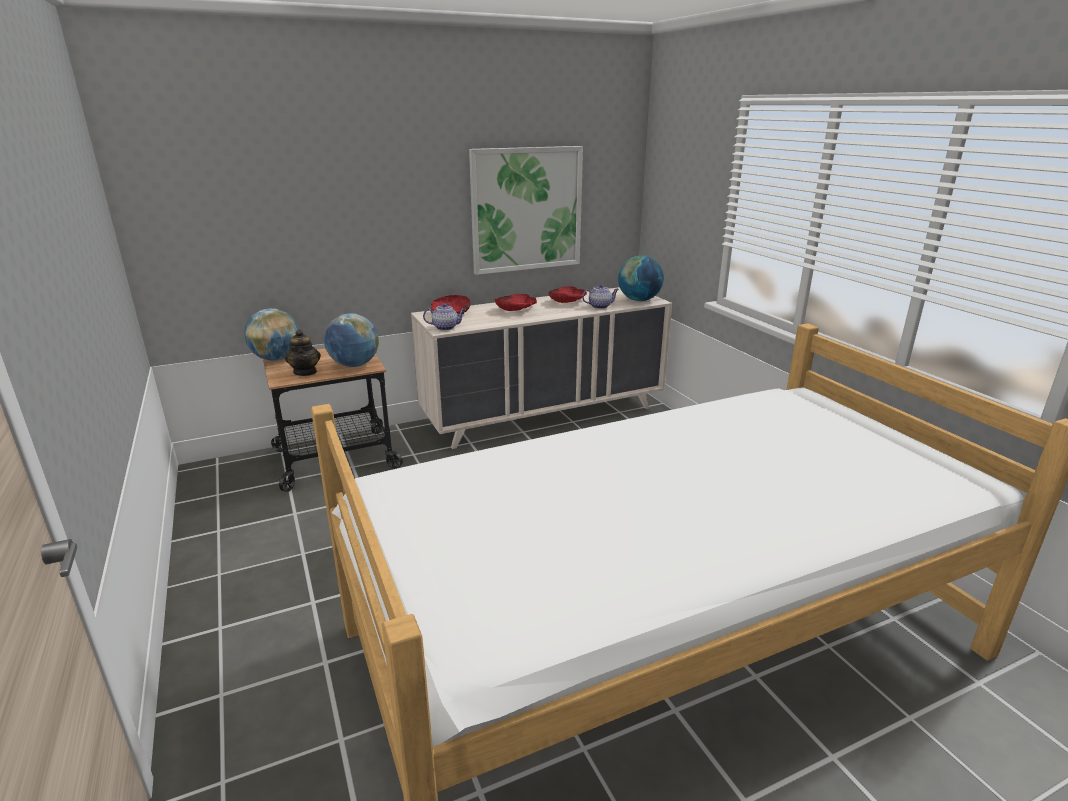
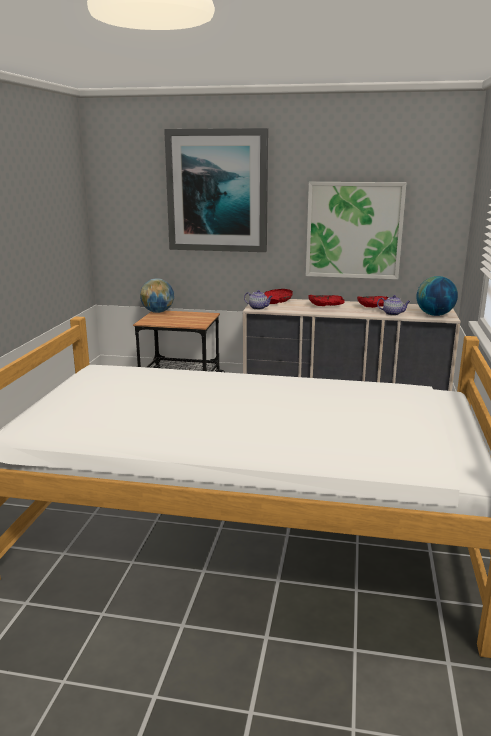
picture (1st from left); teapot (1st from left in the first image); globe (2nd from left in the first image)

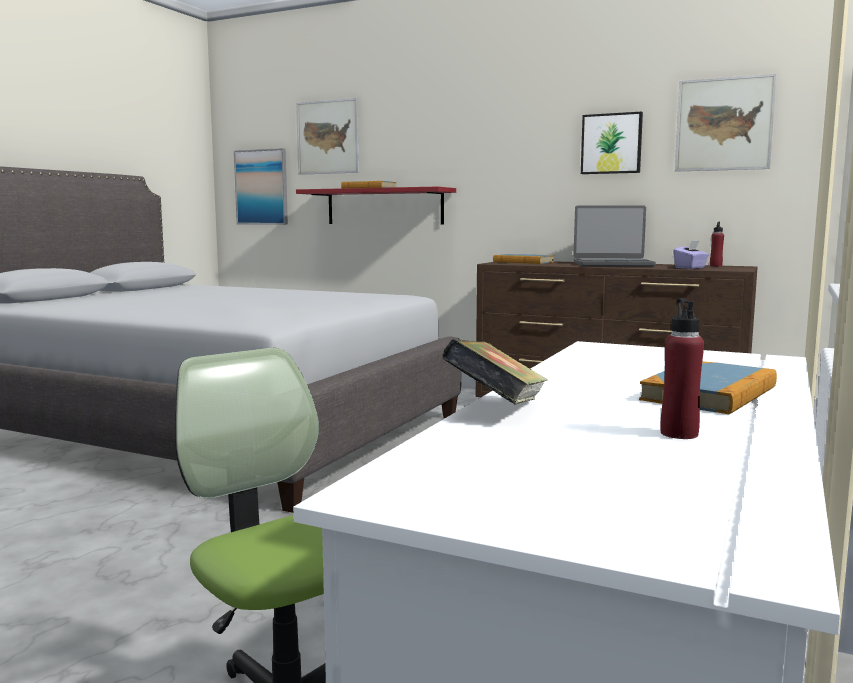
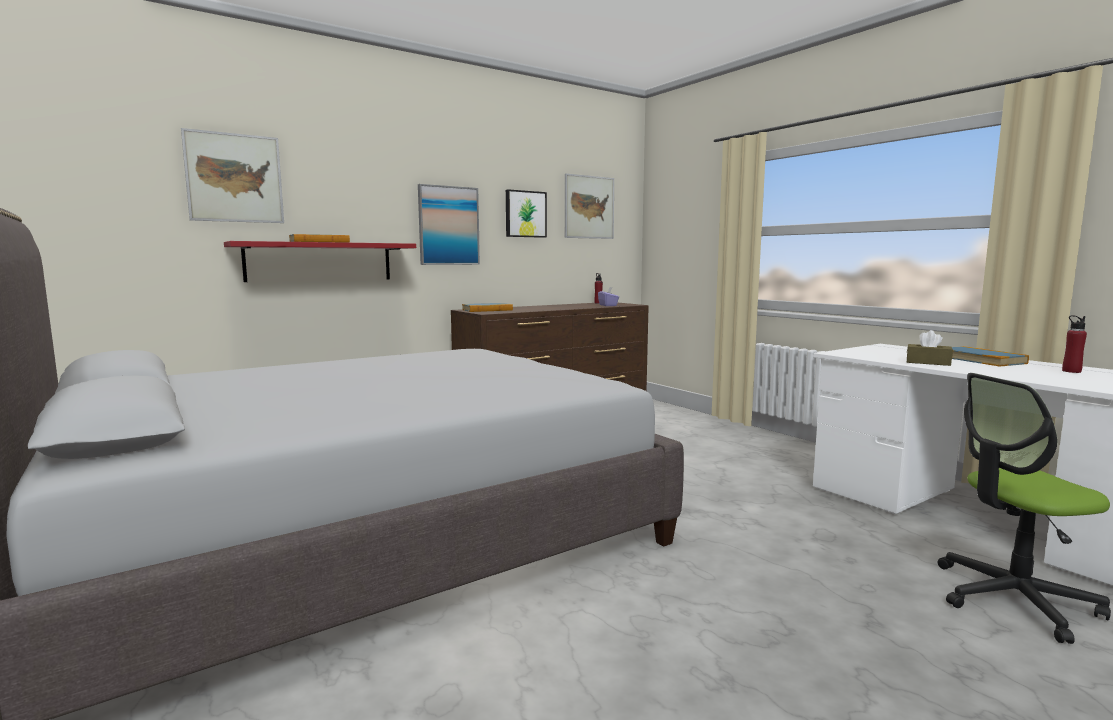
picture (2nd from left); tissue box (brown); book (2nd from left in the first image); laptop

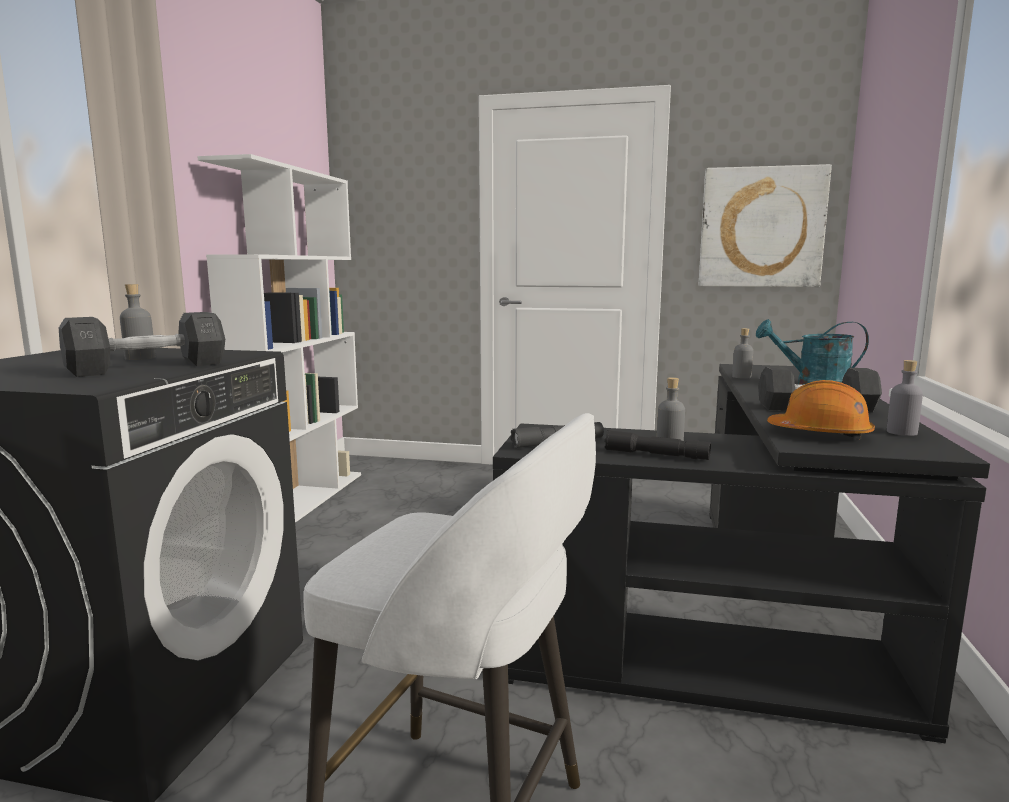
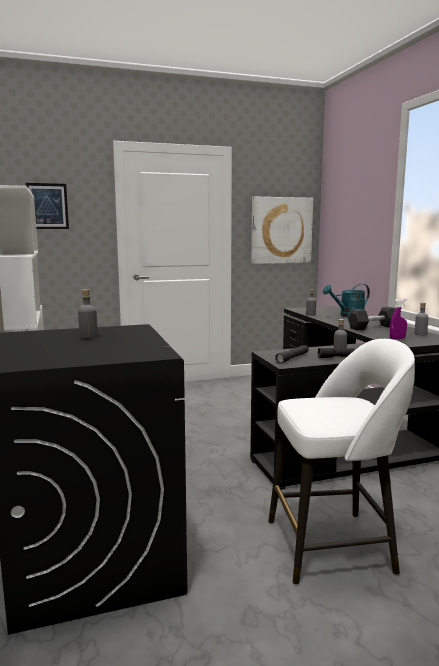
picture (1st from left); spray bottle (purple); dumbbell (grey) (1st from left in the first image)

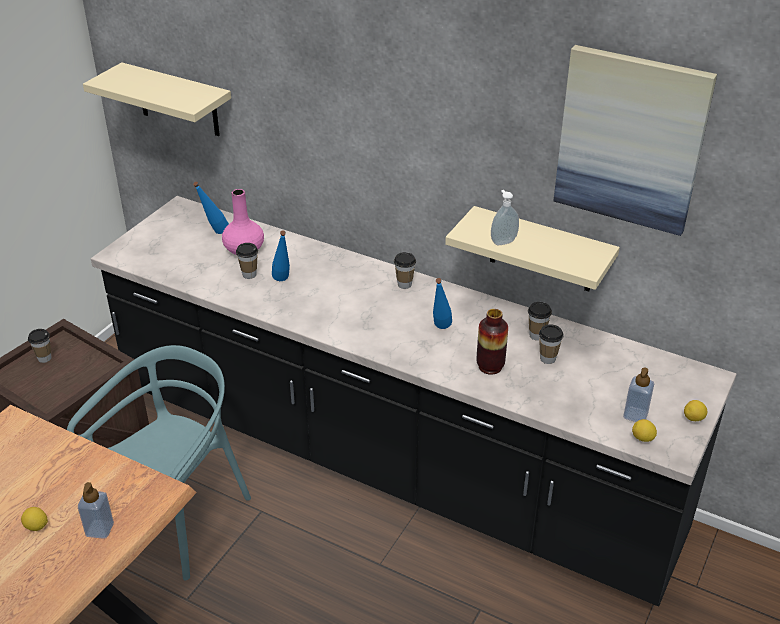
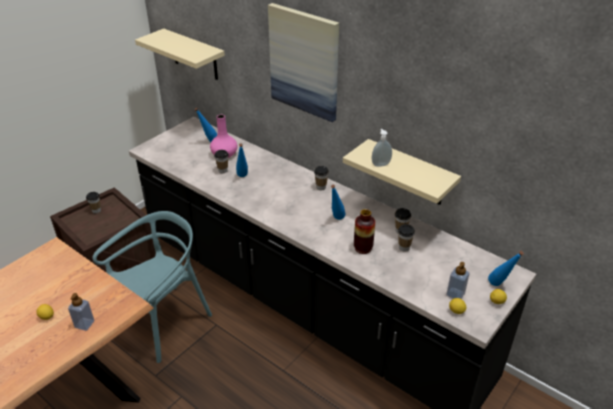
picture; bottle (blue) (4th from left)

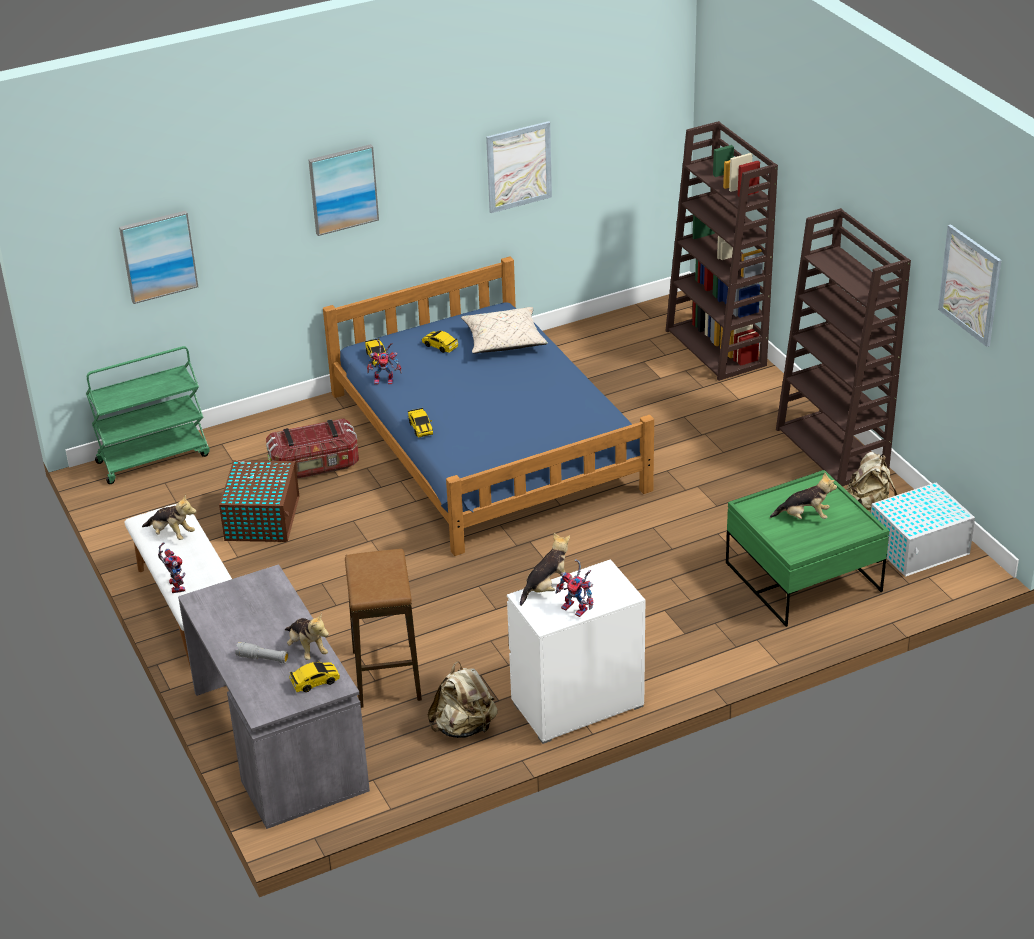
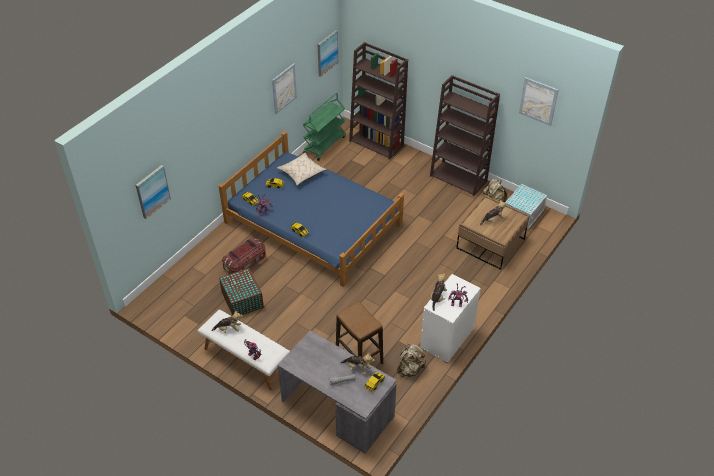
cart (green); picture (3rd from left); coffee table (brown)

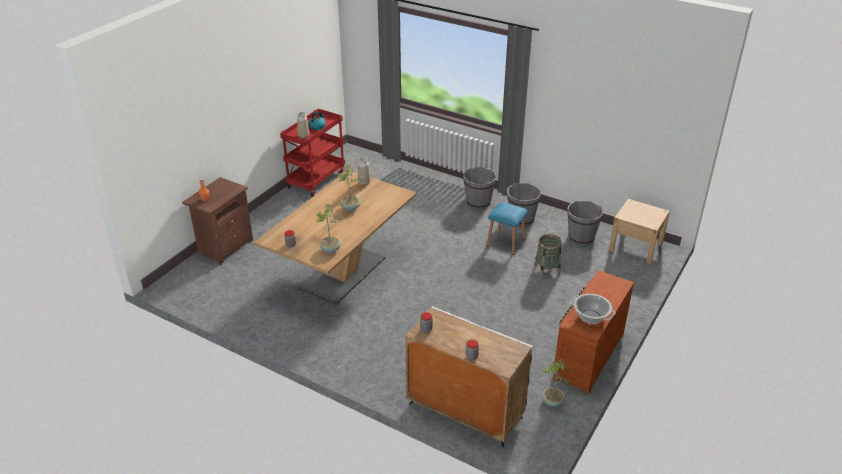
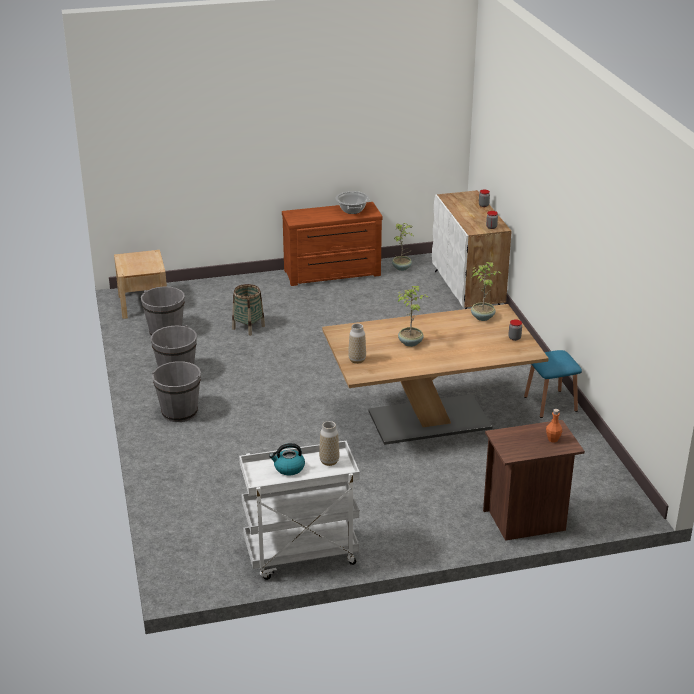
cart (white); stool (blue)

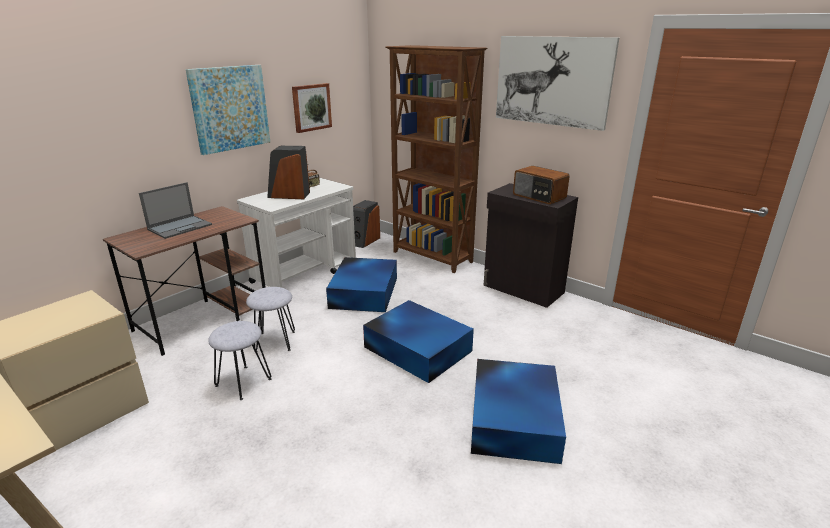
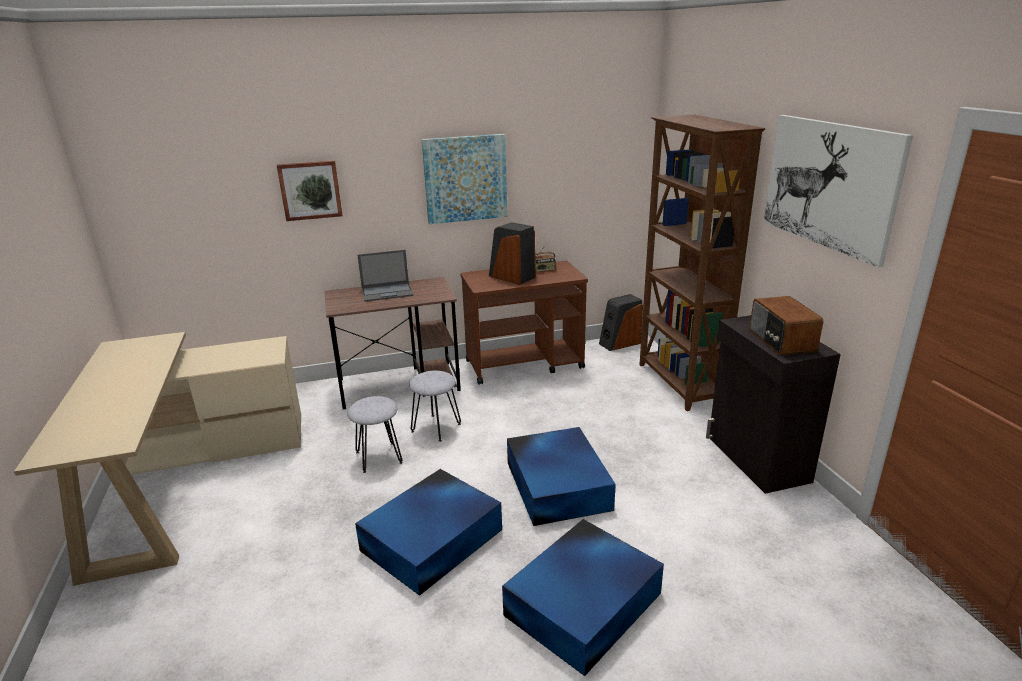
picture (1st from left); storage box (blue) (1st from left); cart (brown)

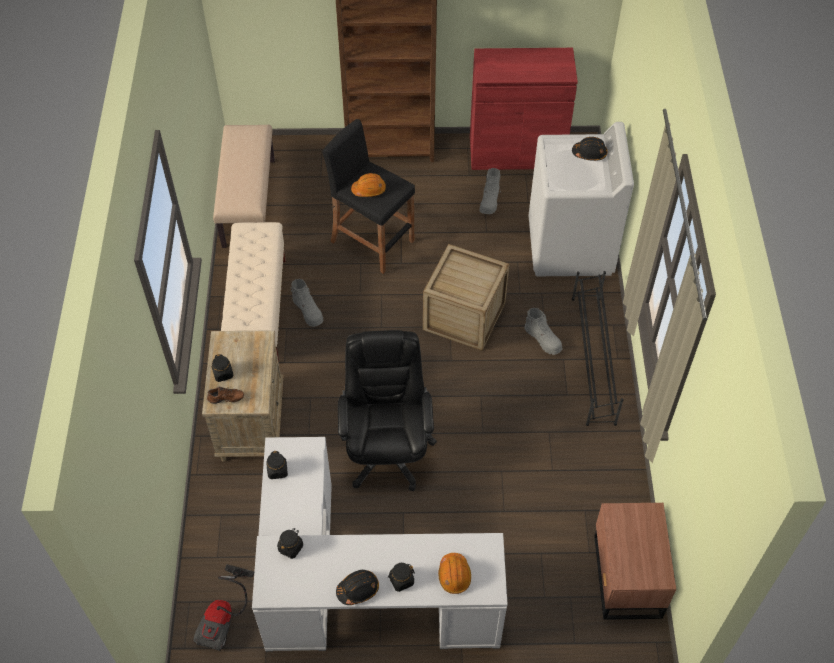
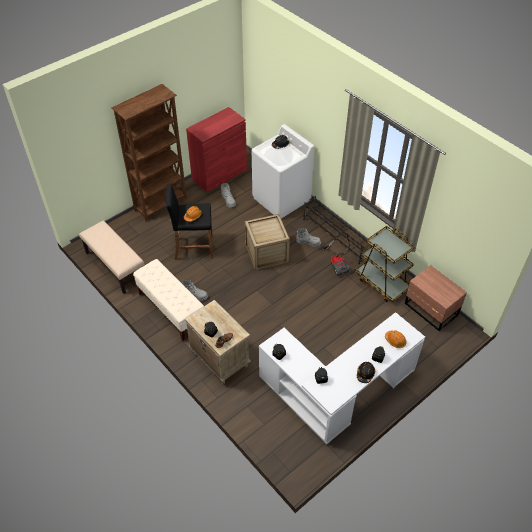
vacuum cleaner; cart (brown); office chair (black)

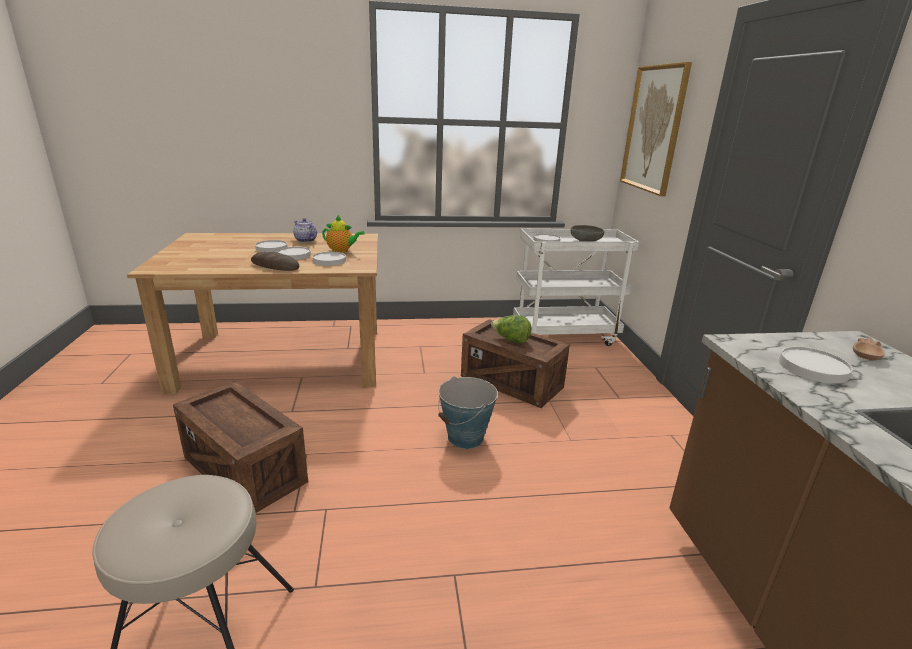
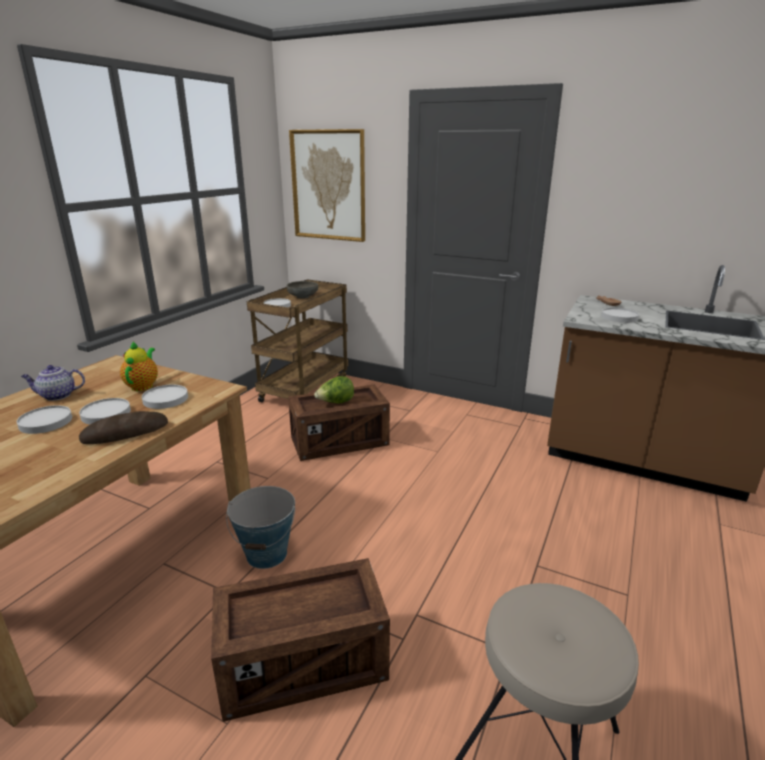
teapot (2nd from left); bucket; cart (brown)

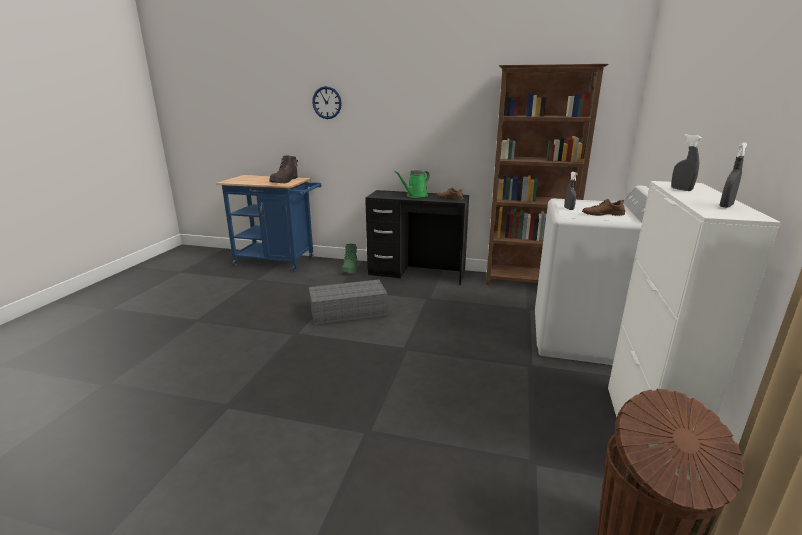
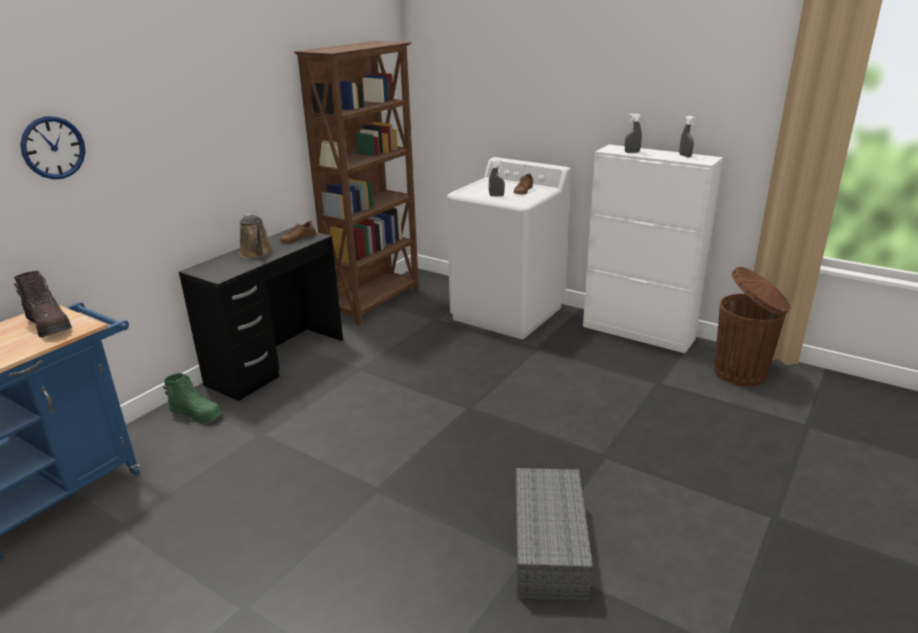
watering can (brown); storage box (grey)

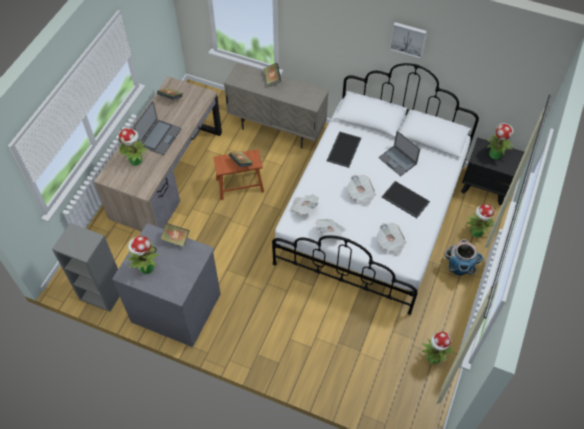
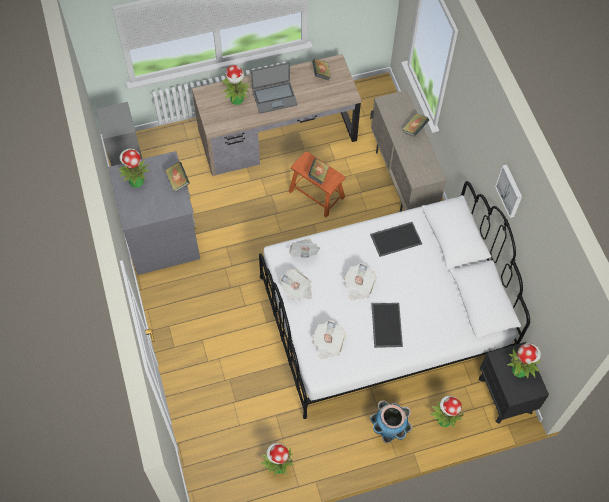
laptop (2nd from left in the first image)

